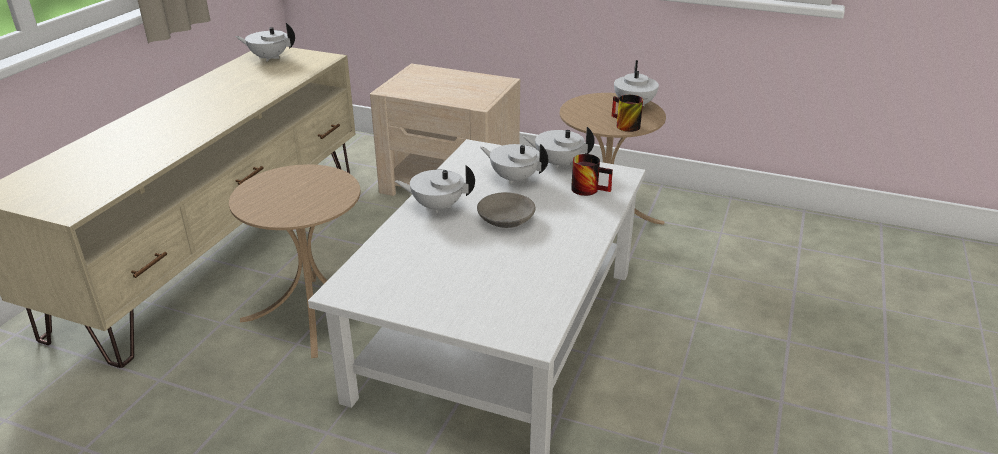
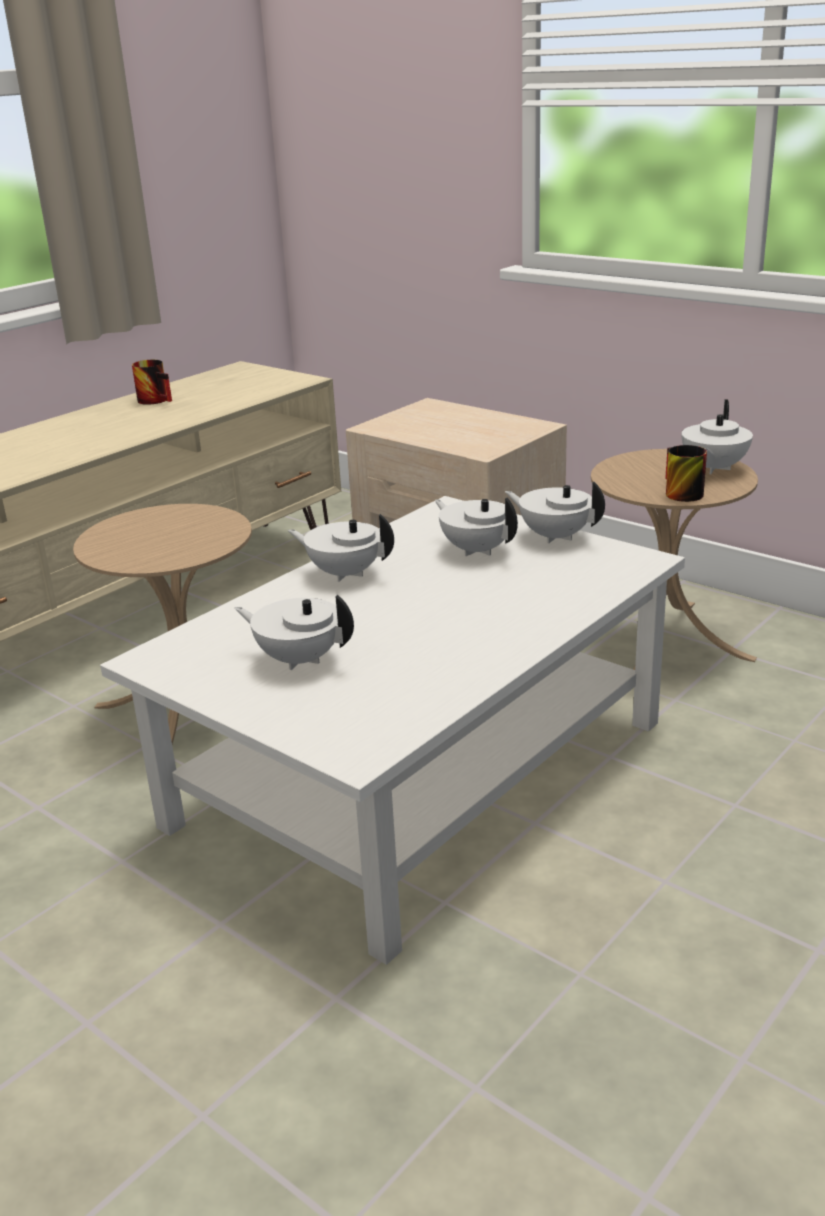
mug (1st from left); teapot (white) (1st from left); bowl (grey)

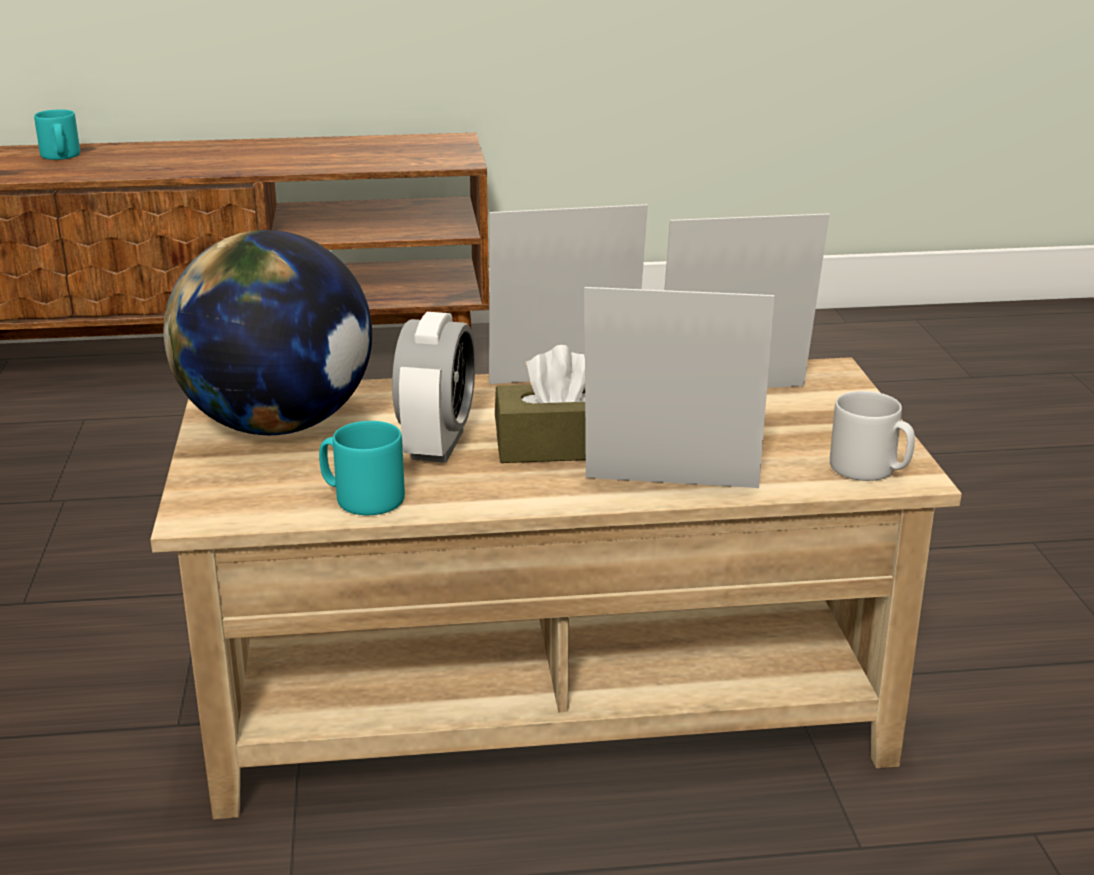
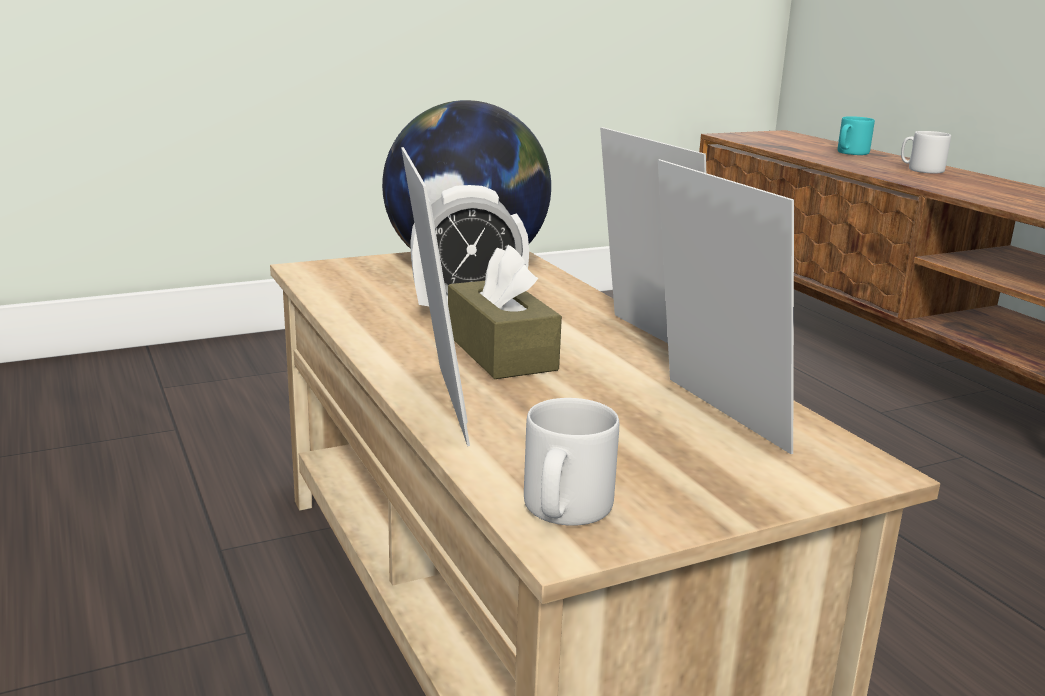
mug (grey) (2nd from left); mug (turquoise) (2nd from left in the first image)

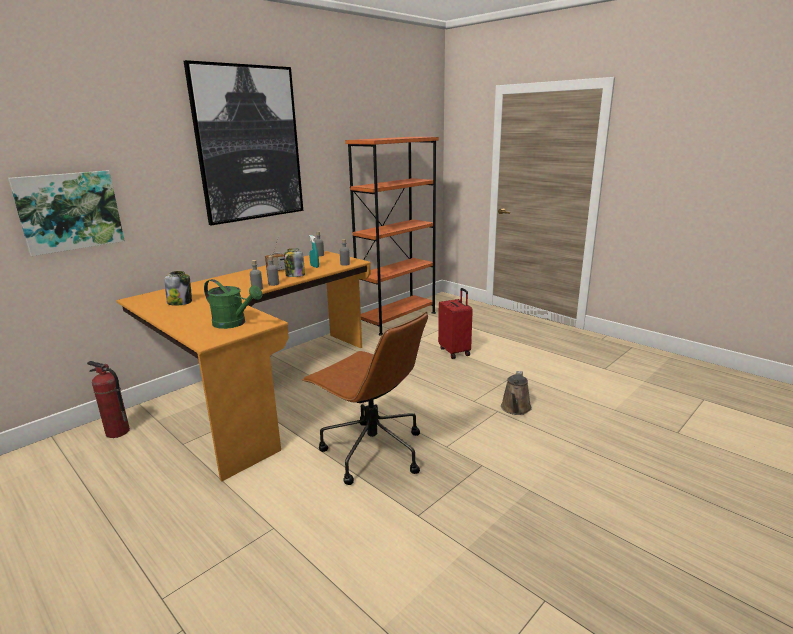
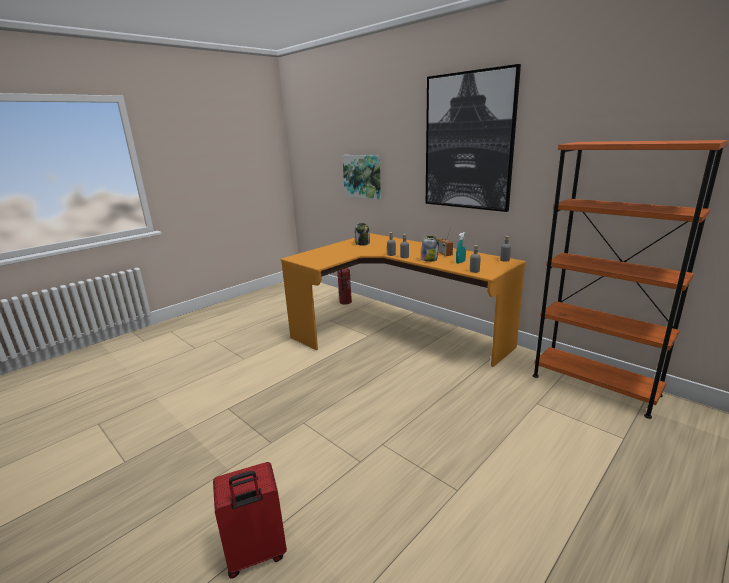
suitcase (red); watering can (green); office chair (brown); watering can (brown)

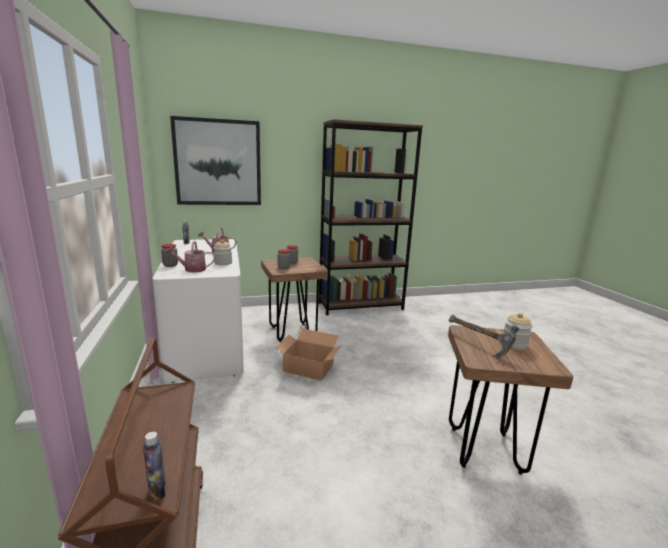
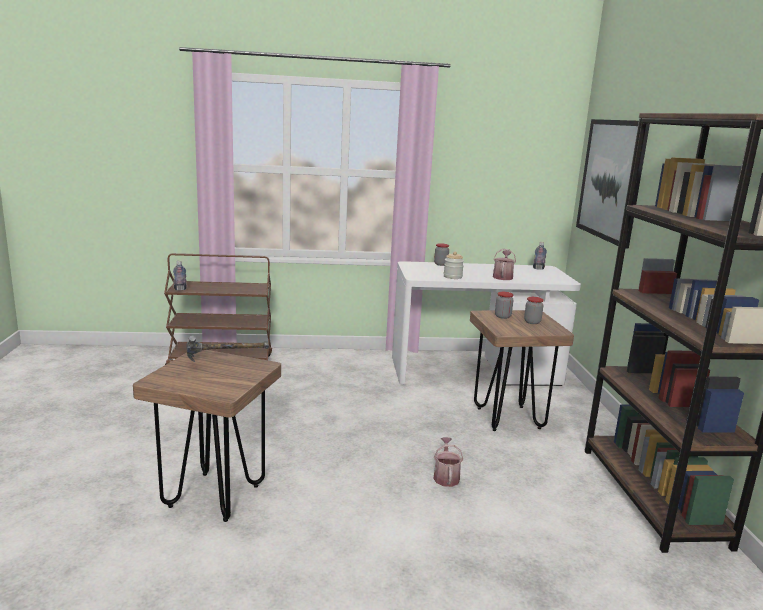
watering can (1st from left); cardboard box; jar (5th from left in the first image)

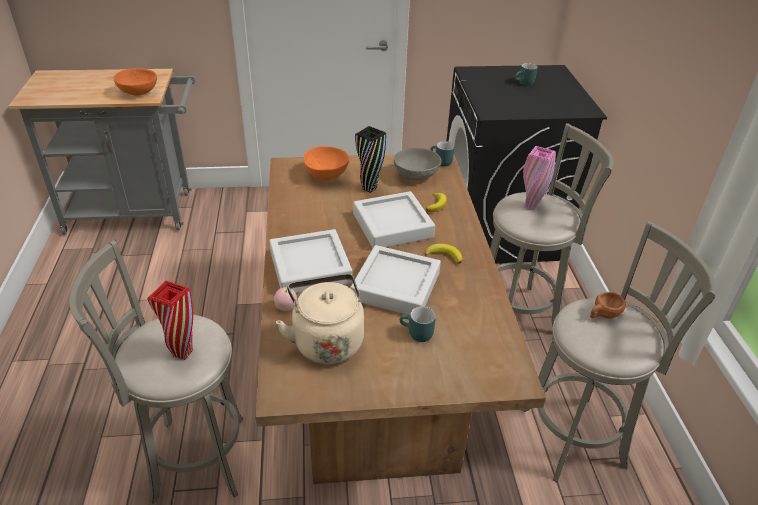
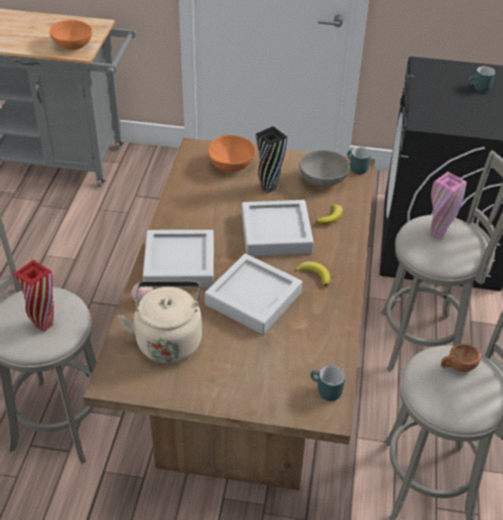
mug (turquoise) (1st from left)

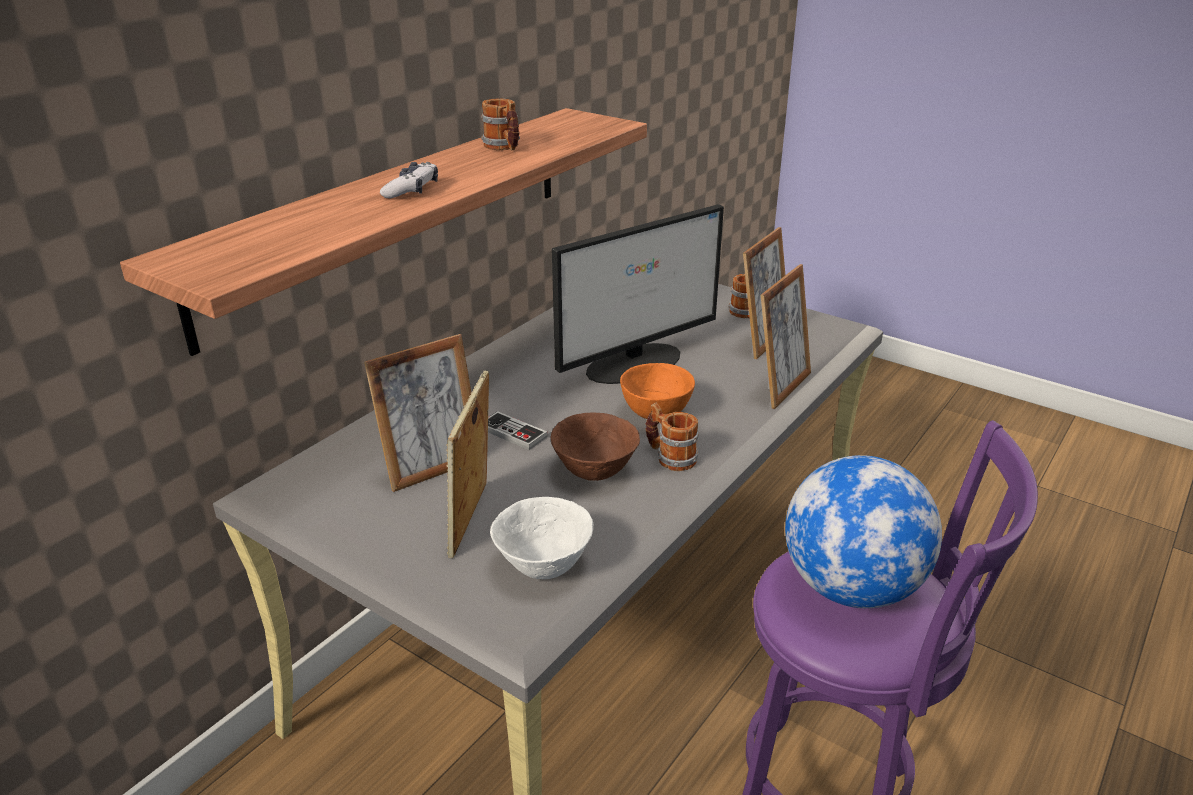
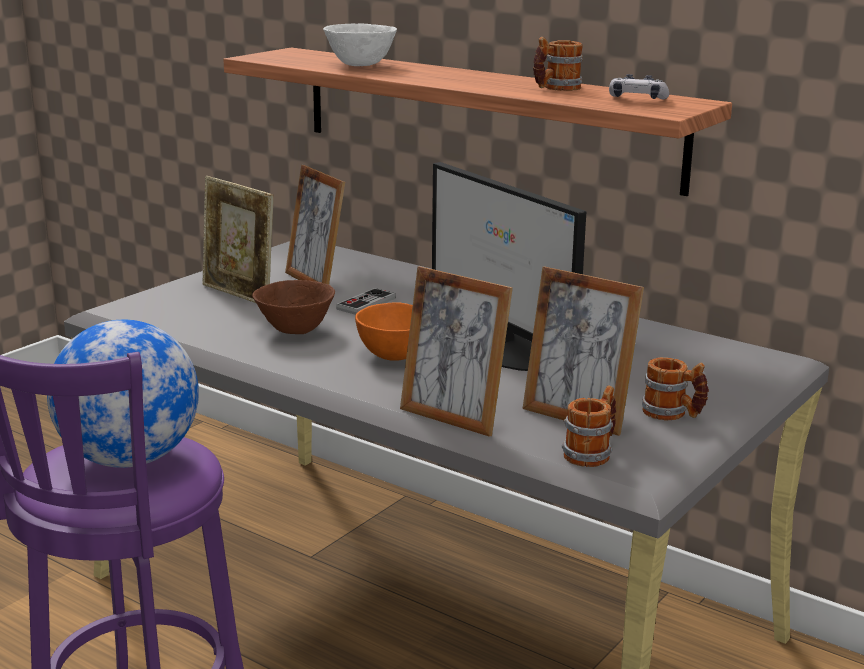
picture frame (1st from left); bowl (white); mug (2nd from left); game controller (2nd from left)

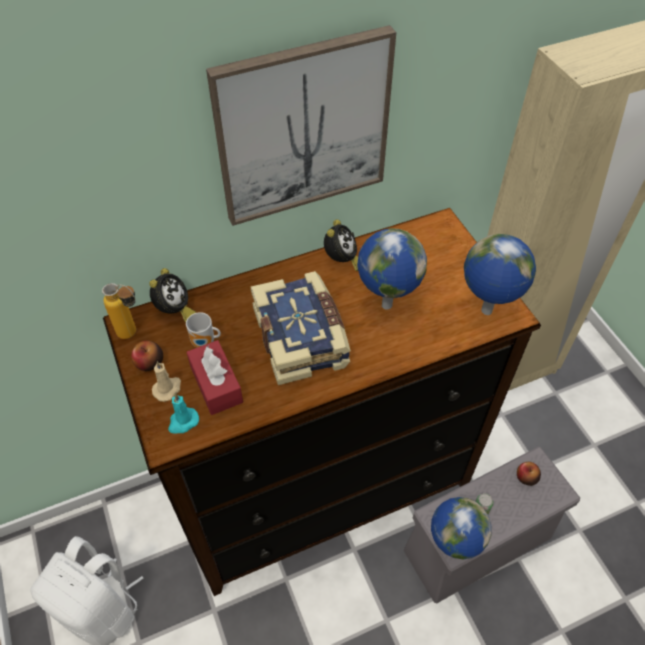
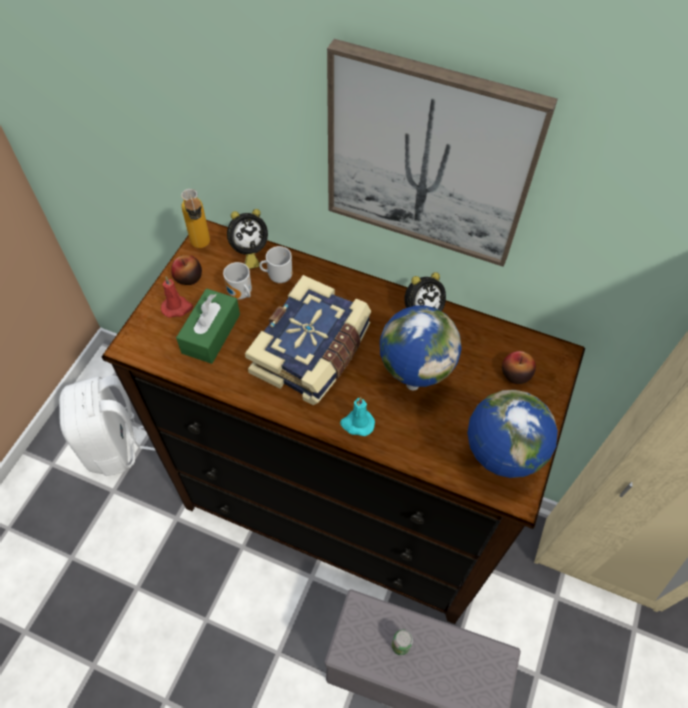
candle (red); tissue box (green); mug (2nd from left); candle (turquoise); apple (2nd from left); globe (2nd from left in the first image)

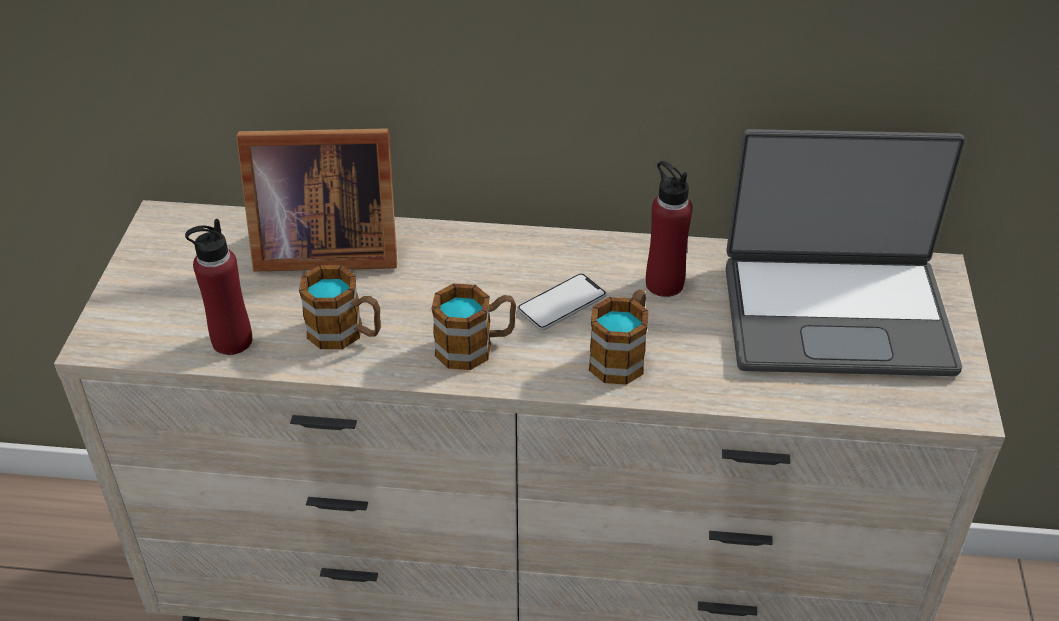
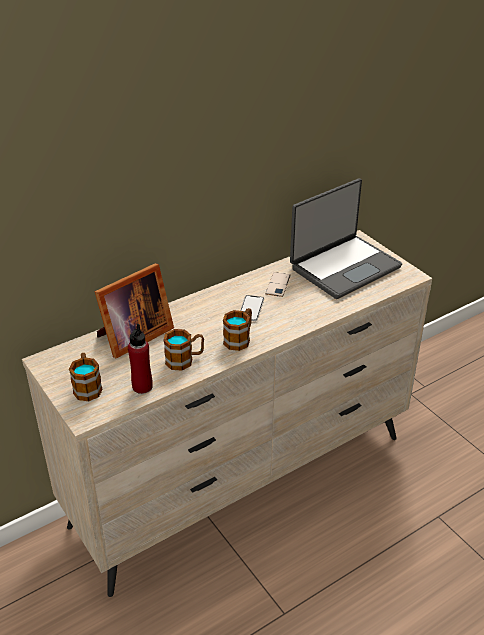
mug (1st from left); phone (2nd from left)

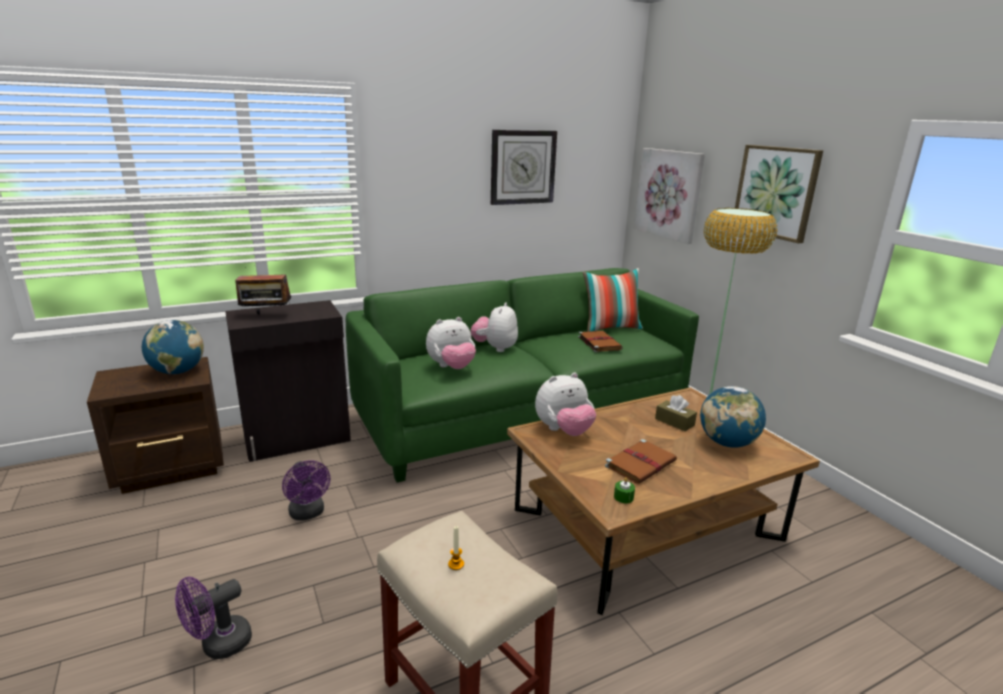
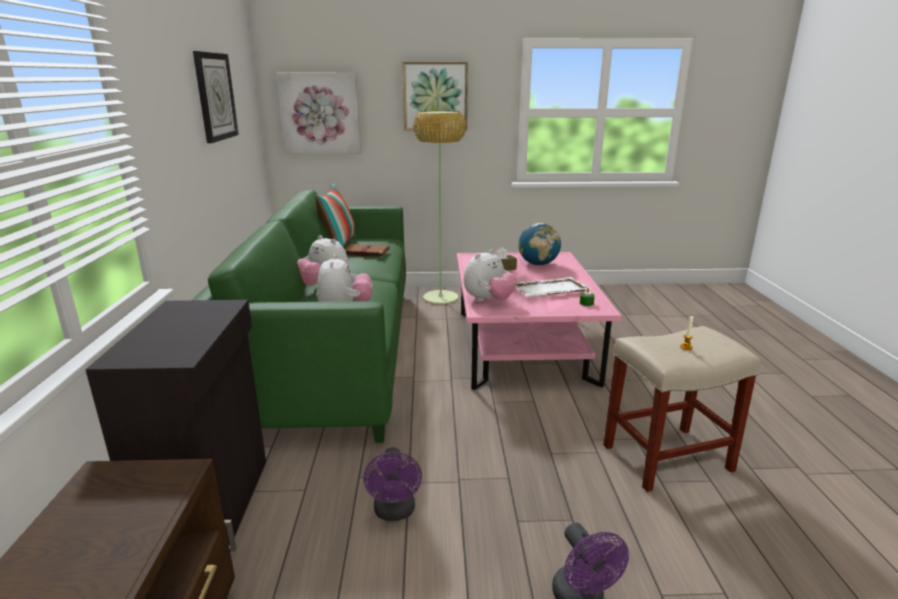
fan (purple) (1st from left); coffee table (pink); plush toy (3rd from left); tray (white); globe (1st from left in the first image); radio

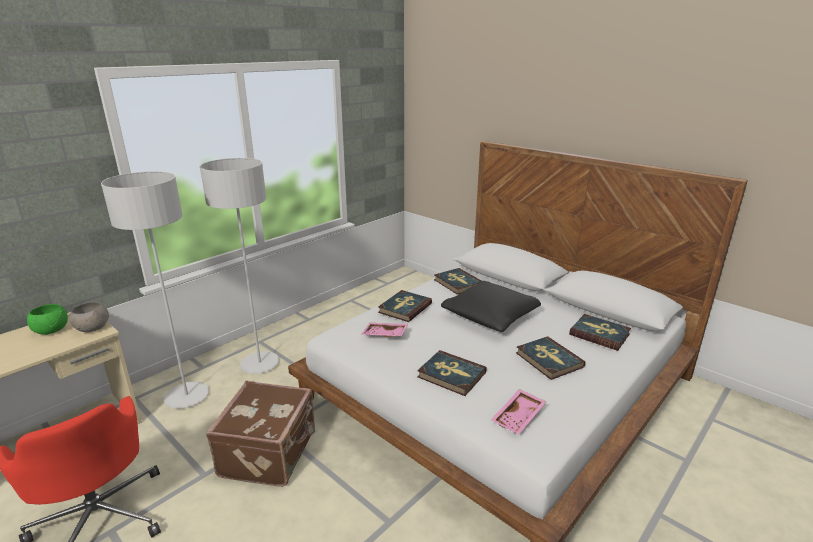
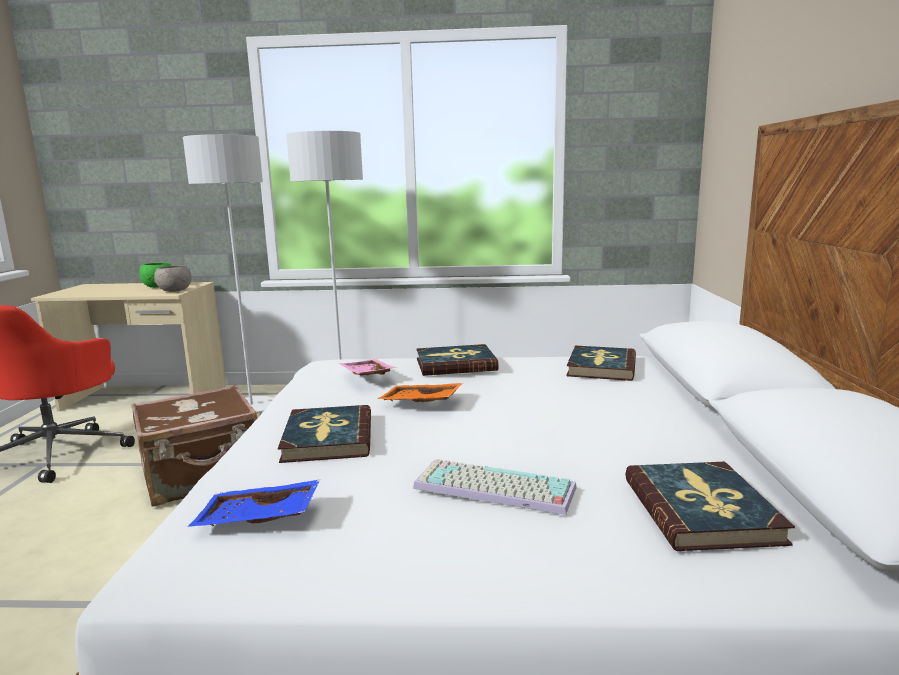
tray (blue); tray (orange); keyboard; pillow (black)

